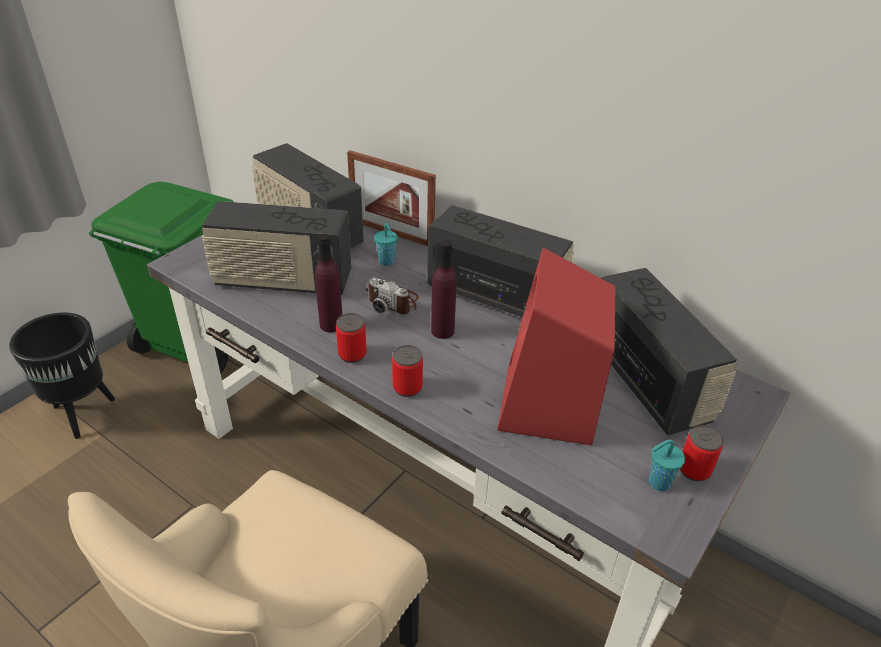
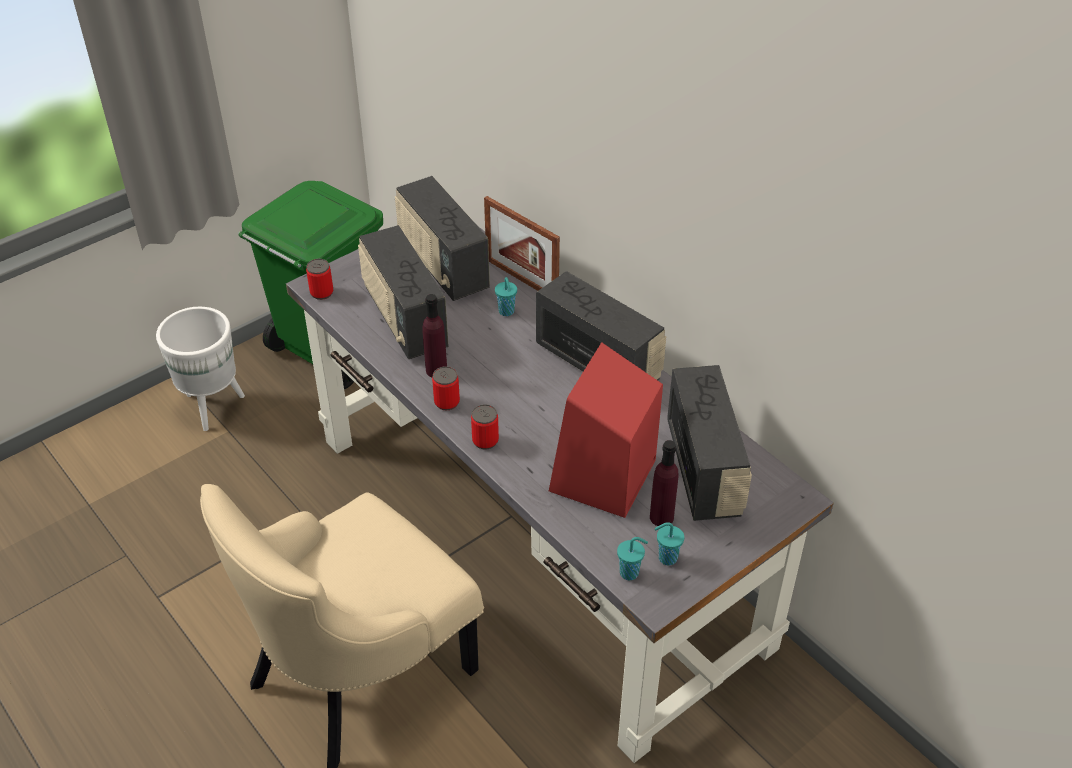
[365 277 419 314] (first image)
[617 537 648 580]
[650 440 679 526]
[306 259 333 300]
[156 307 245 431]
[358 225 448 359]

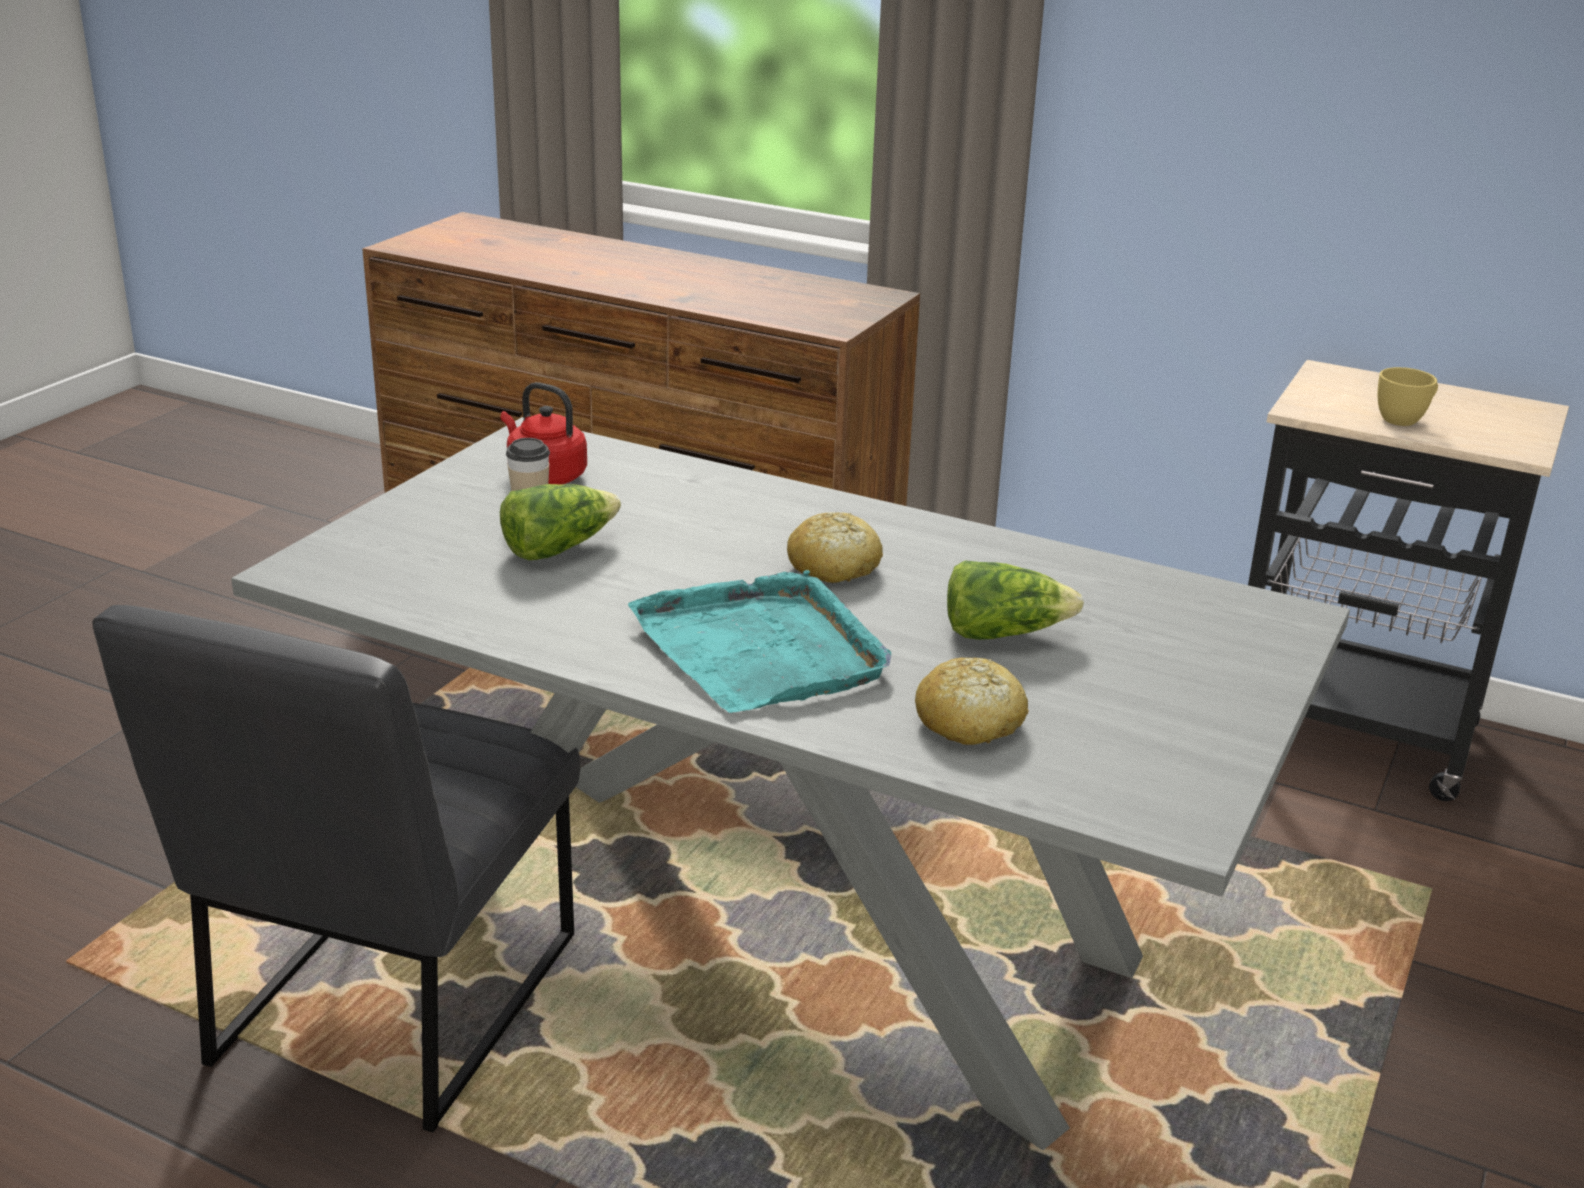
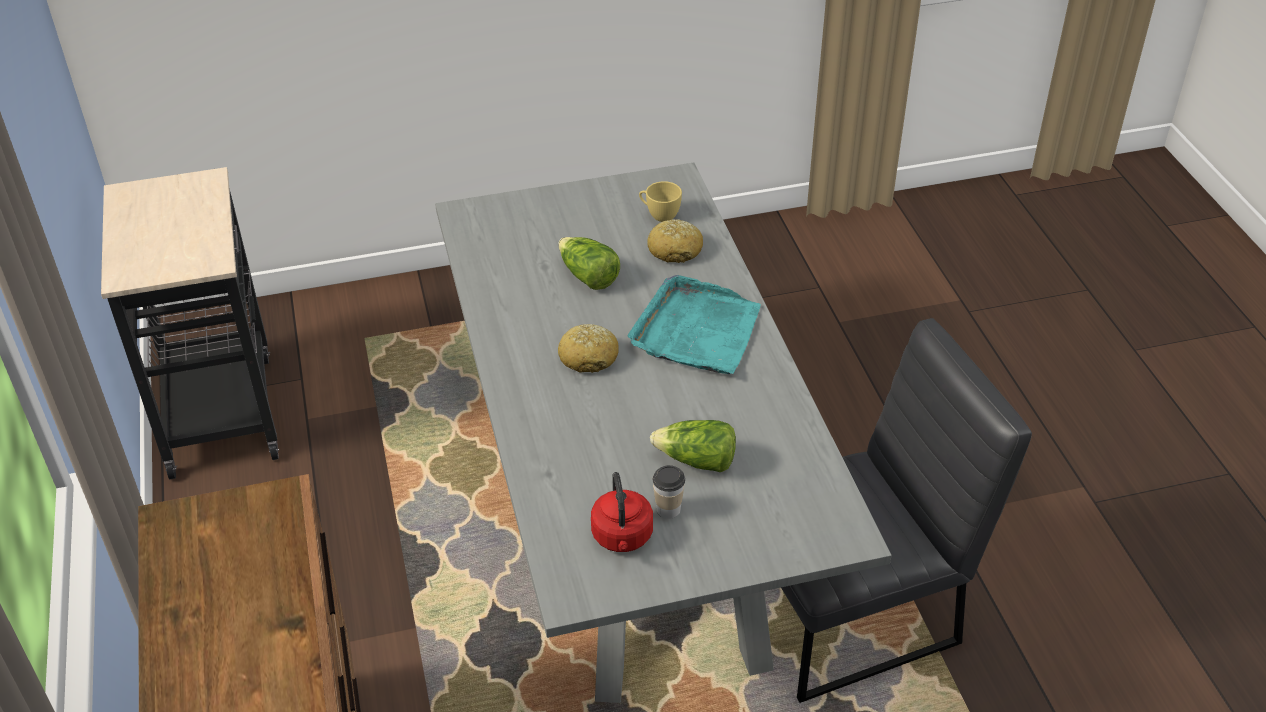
[639 181 682 222]

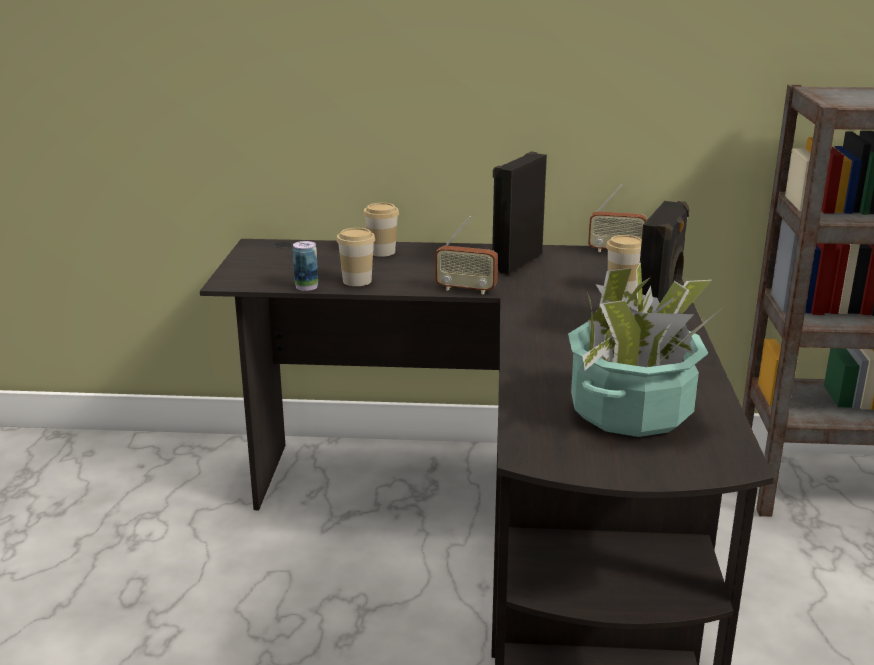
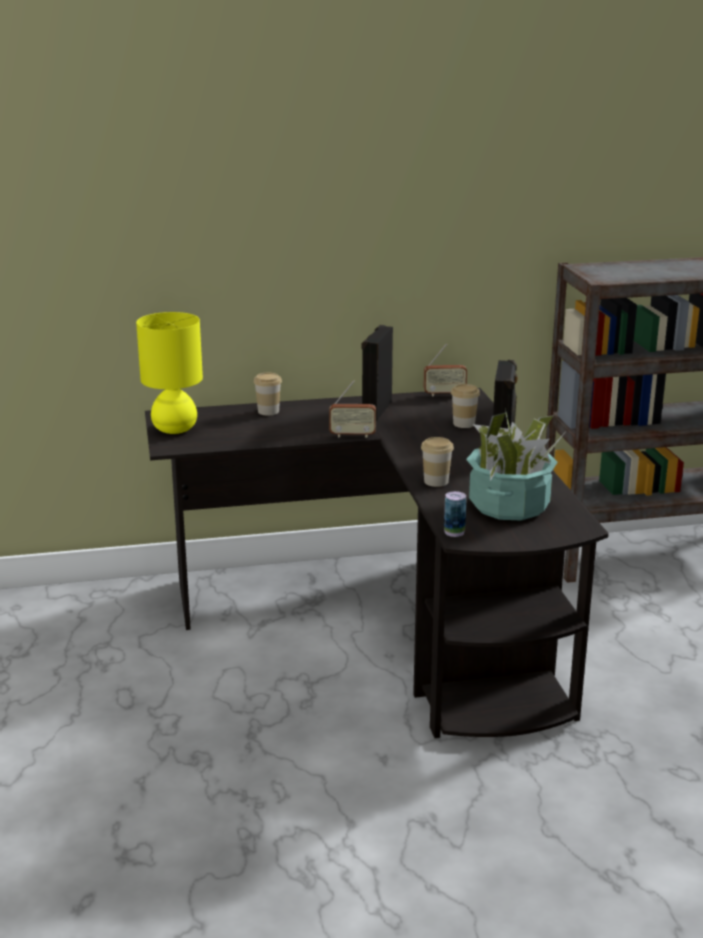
[136 312 203 434]
[444 491 466 537]
[421 437 454 487]

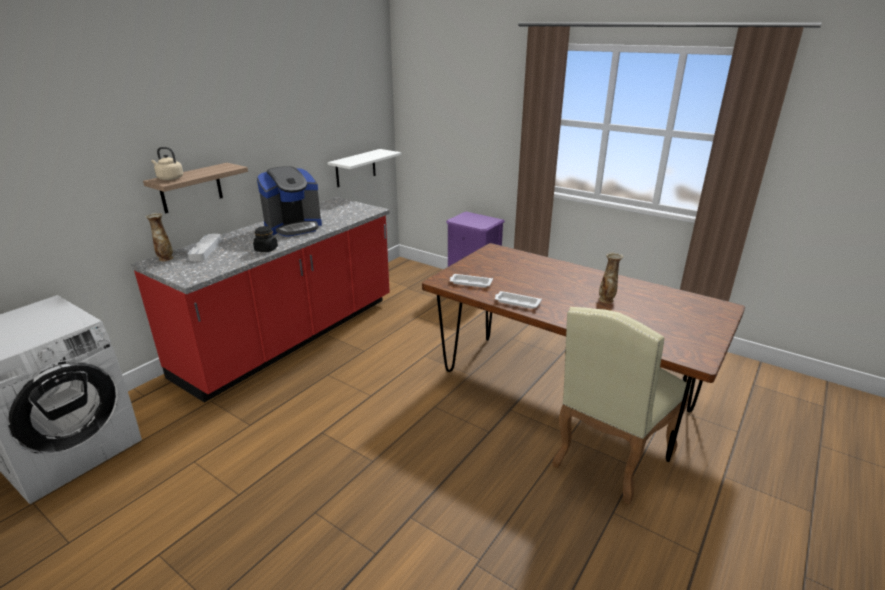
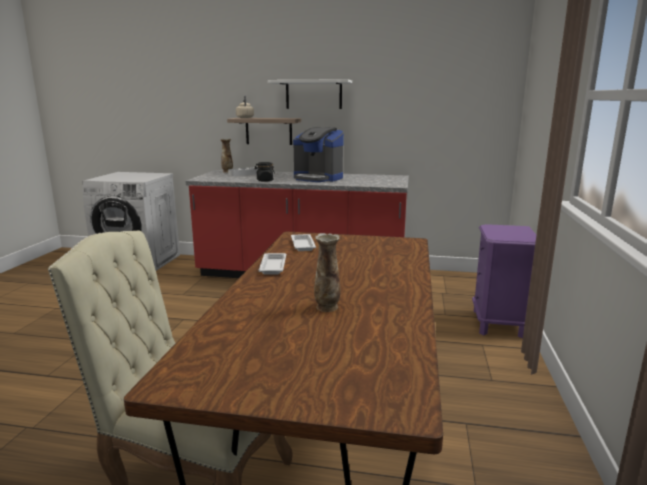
[268 79 352 109]

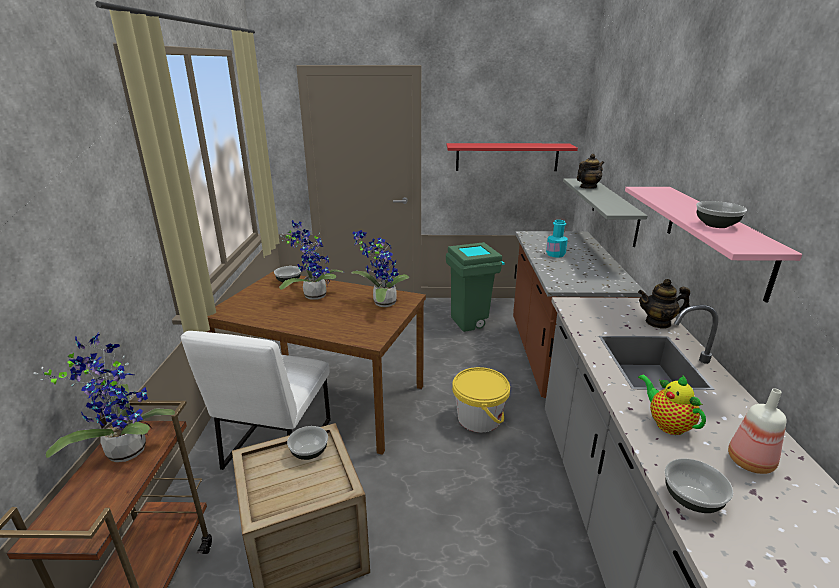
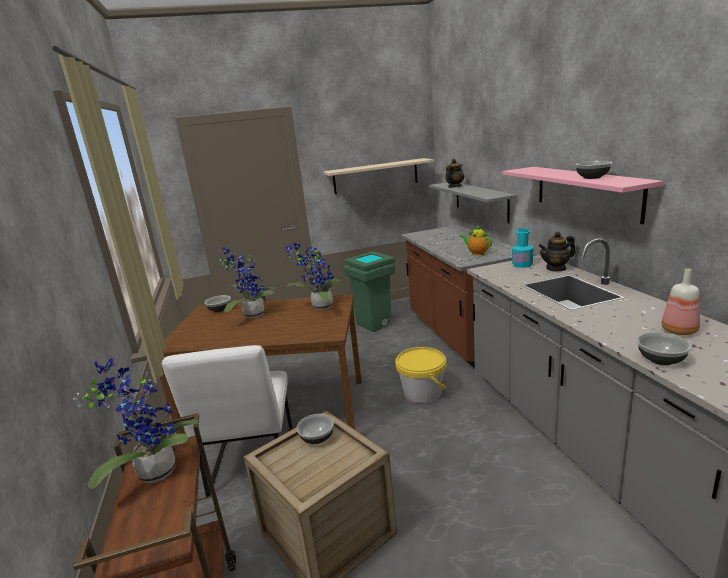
[512 228 533 268]
[459 225 492 255]
[323 158 434 194]

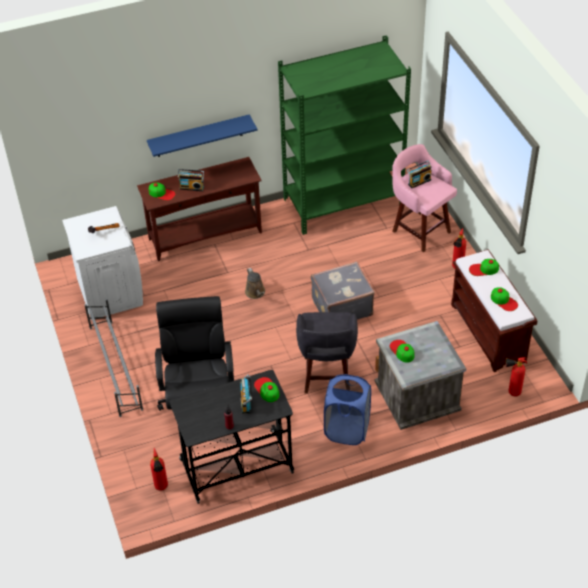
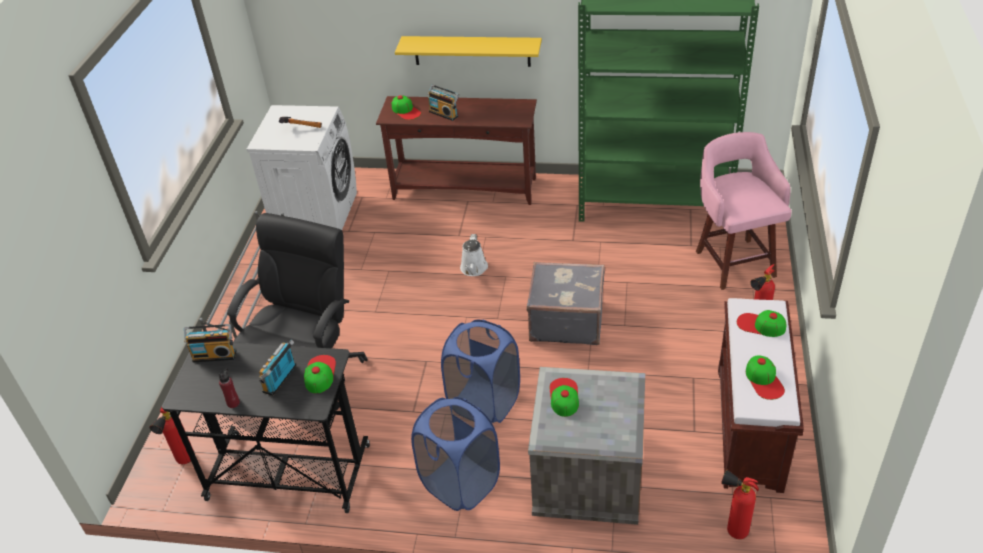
[184 324 236 362]
[441 319 520 423]
[395 36 542 67]
[460 234 488 276]

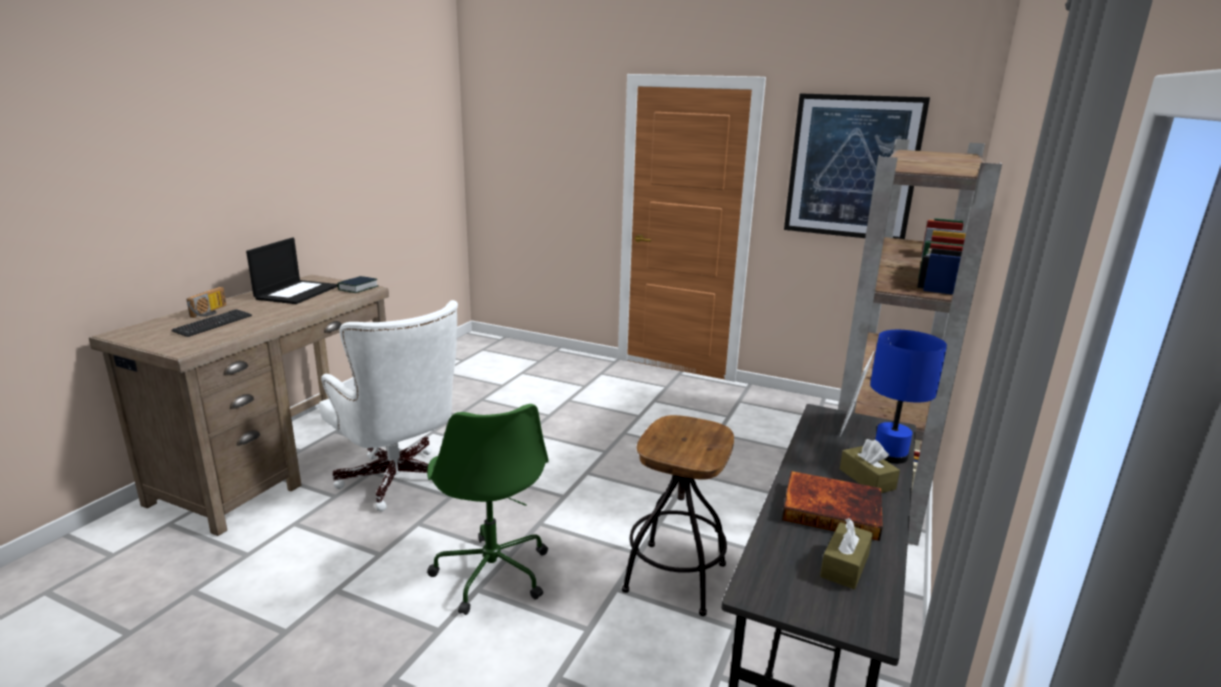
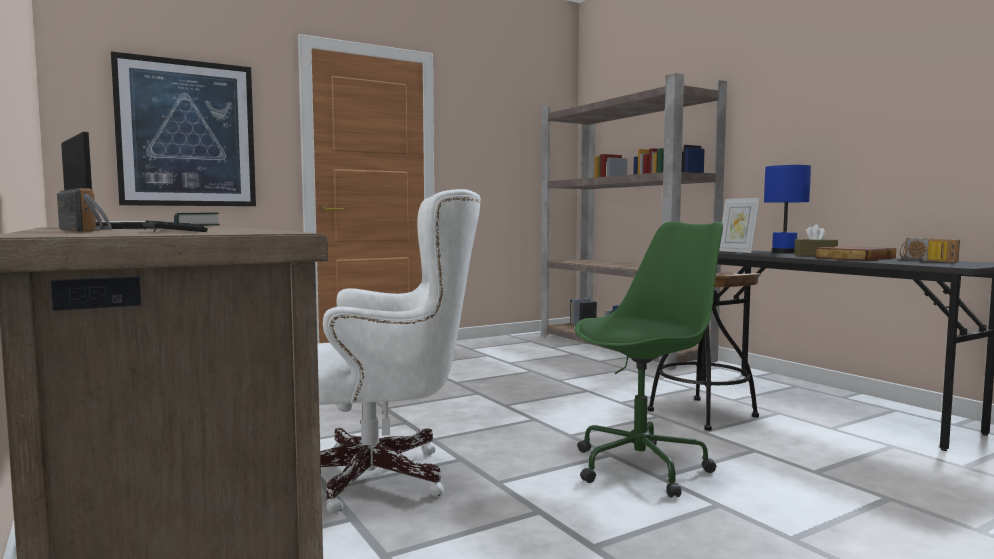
[111 51 256 206]
[900 238 960 263]
[575 221 723 498]

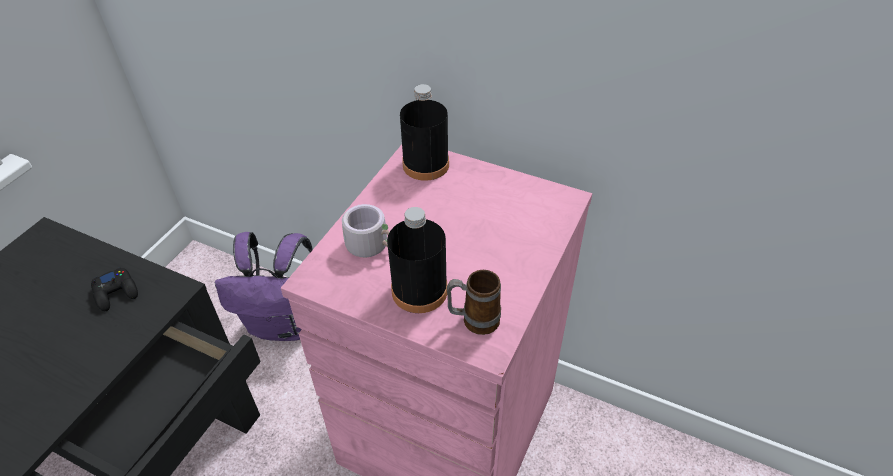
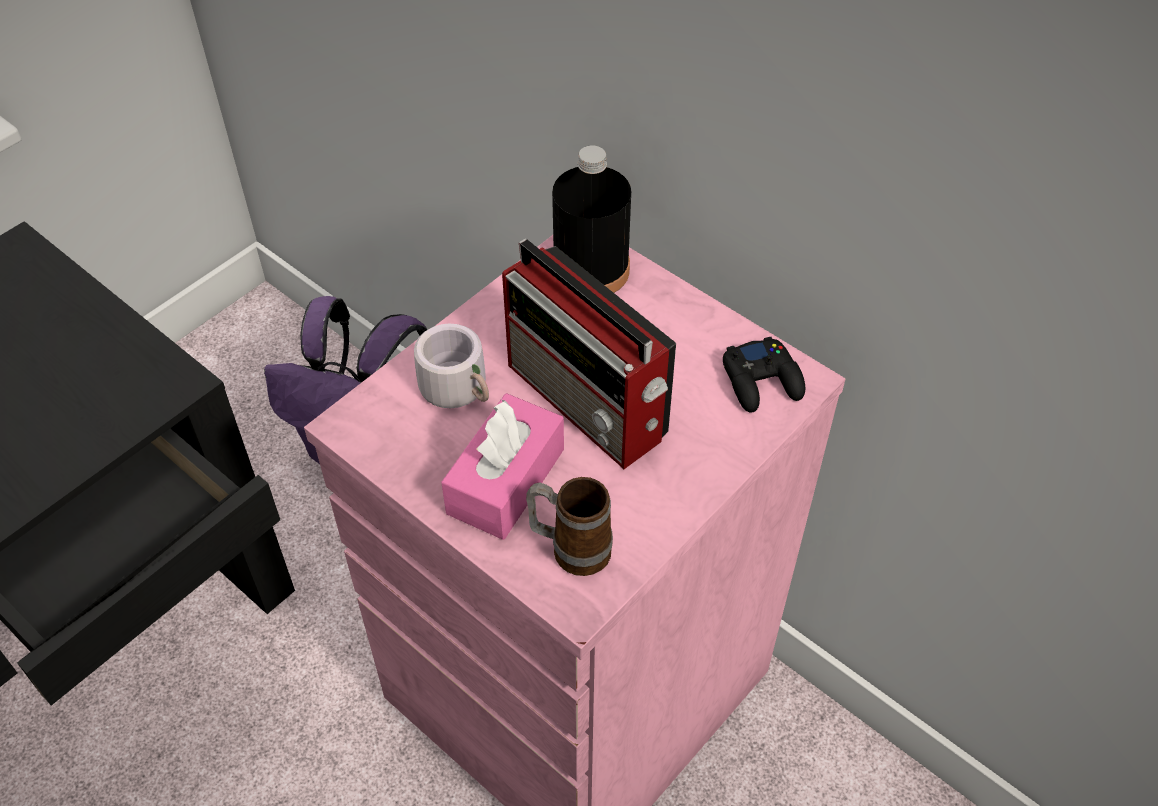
[502 239 676 469]
[723 337 805 413]
[441 393 564 540]

